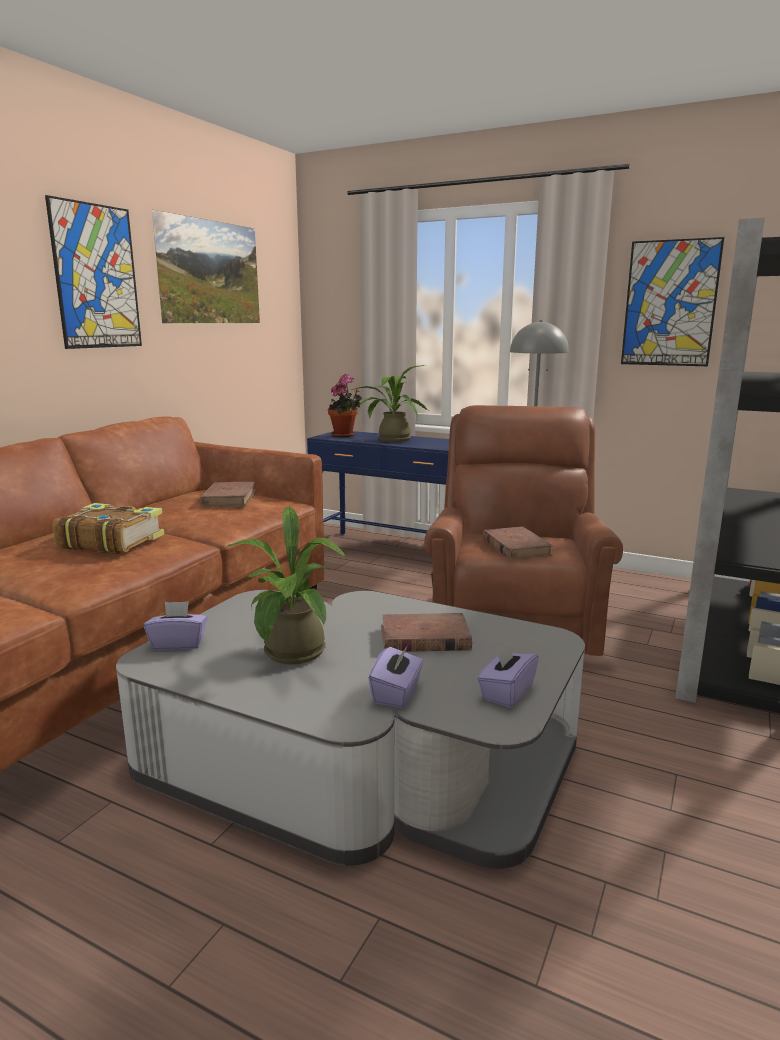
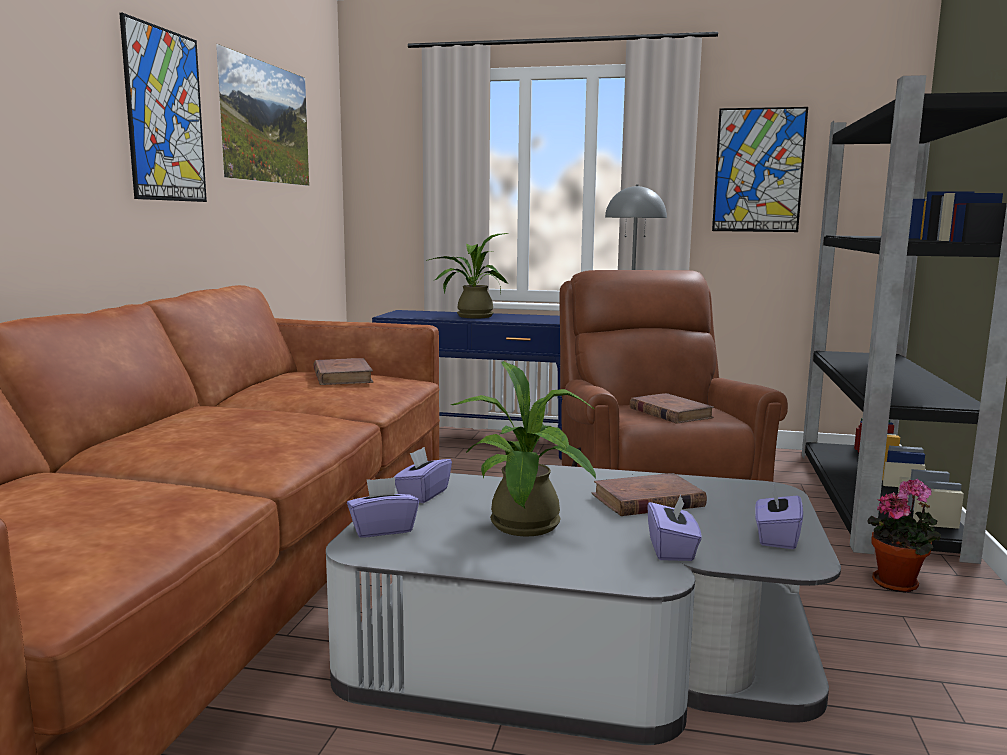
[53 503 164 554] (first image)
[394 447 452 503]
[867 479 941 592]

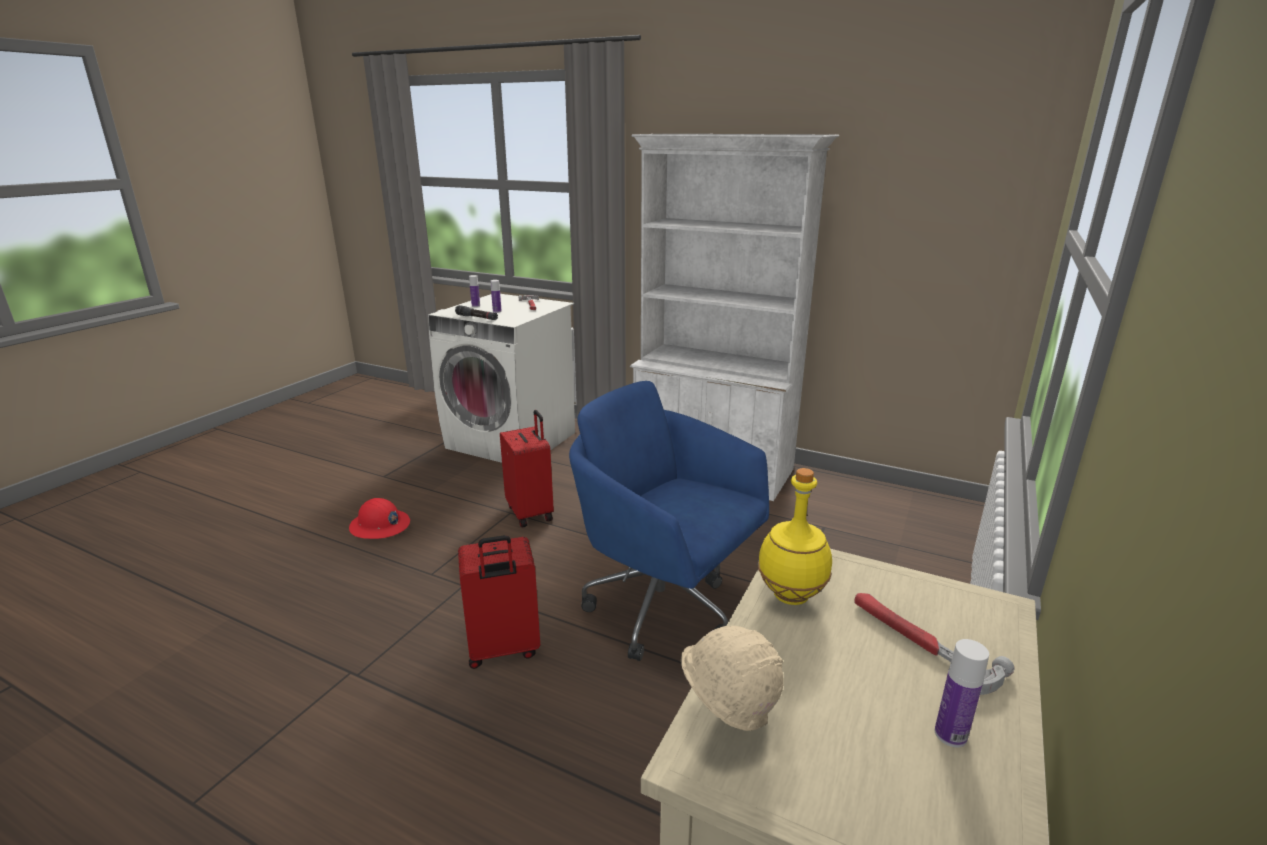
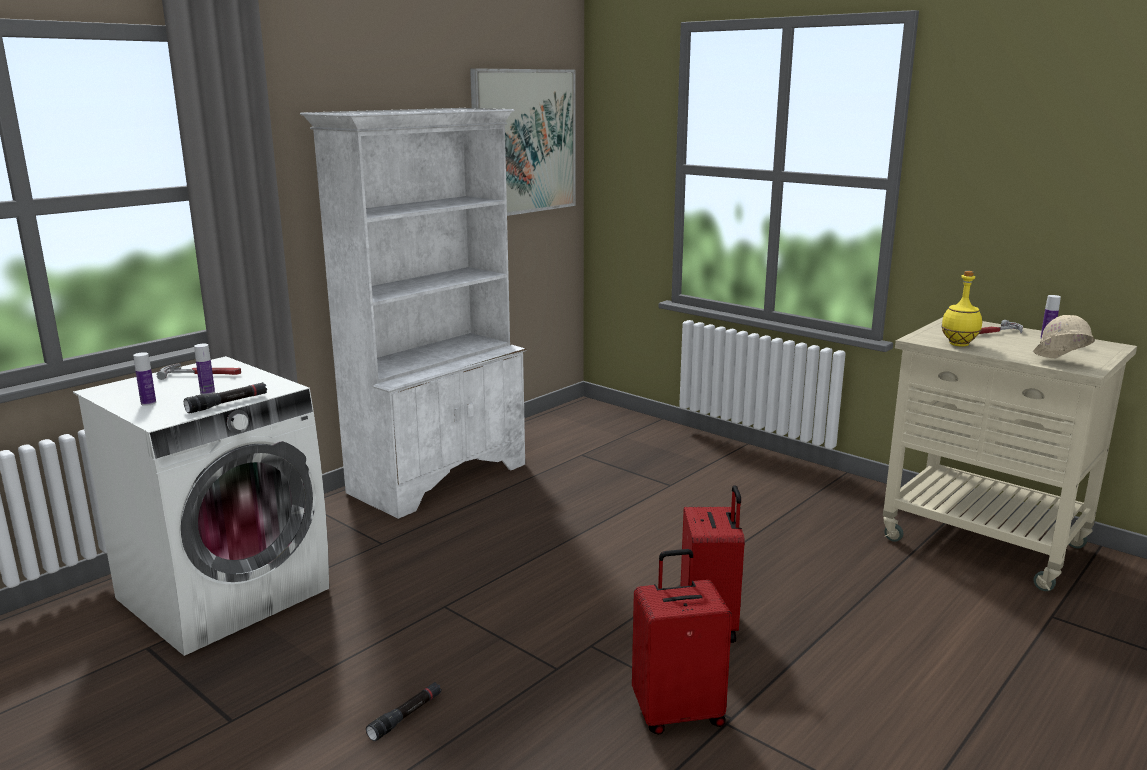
[569 381 769 661] (first image)
[470 68 576 216]
[632 549 732 735]
[366 682 442 741]

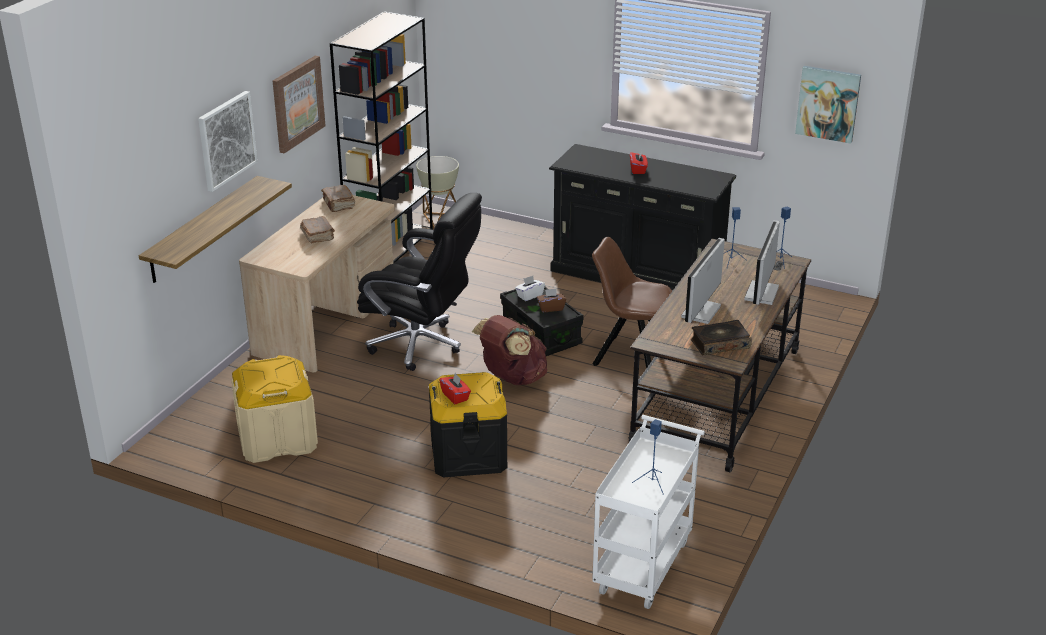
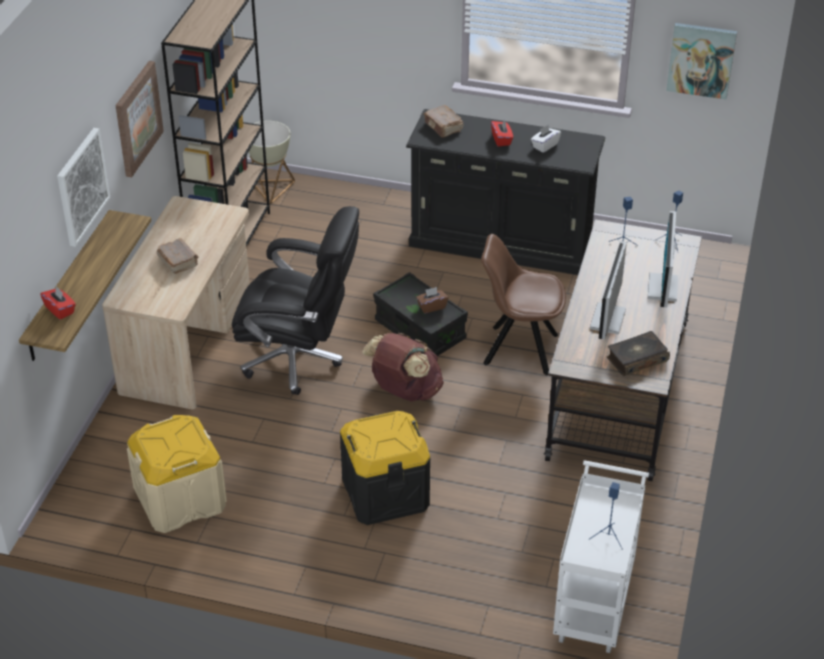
[423 105 463 137]
[40 286 76 320]
[531 124 561 153]

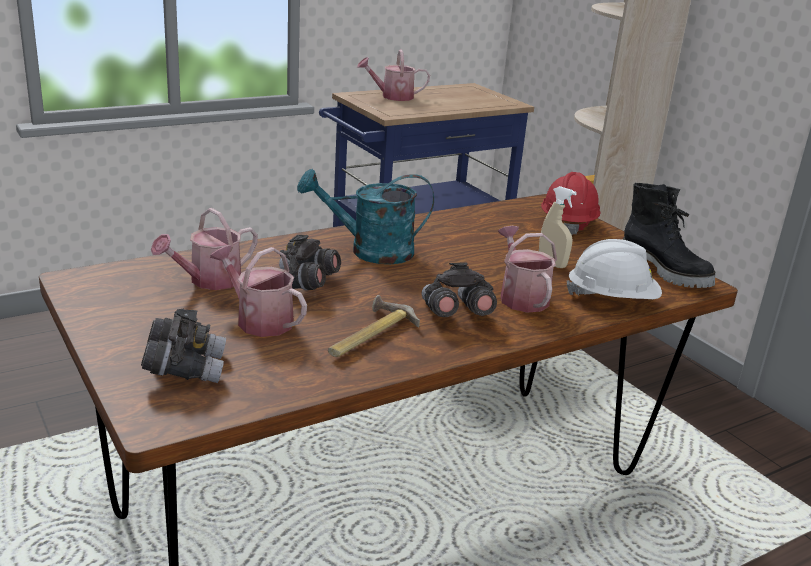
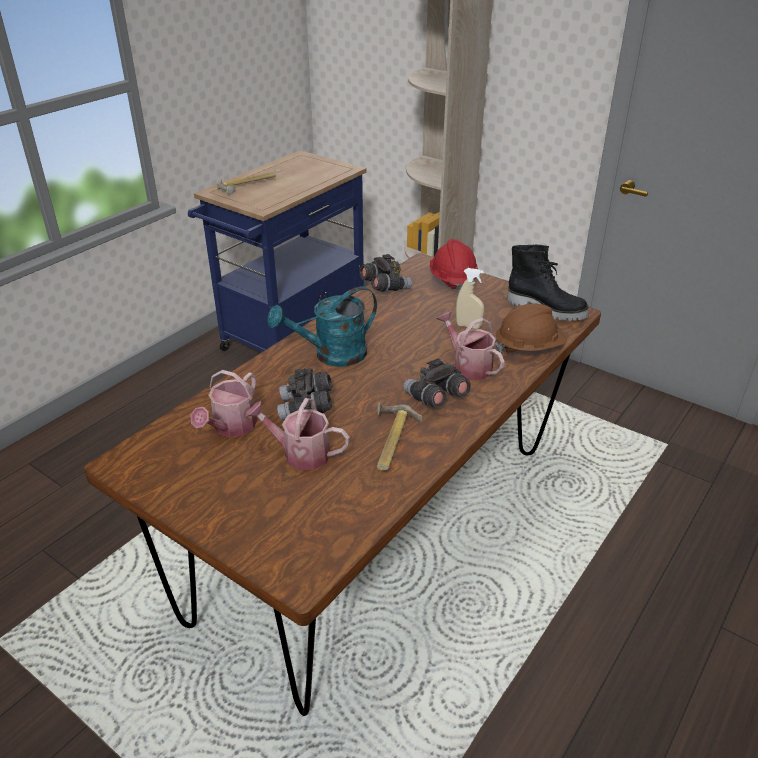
[360 254 412 292]
[217 172 276 195]
[495 304 567 354]

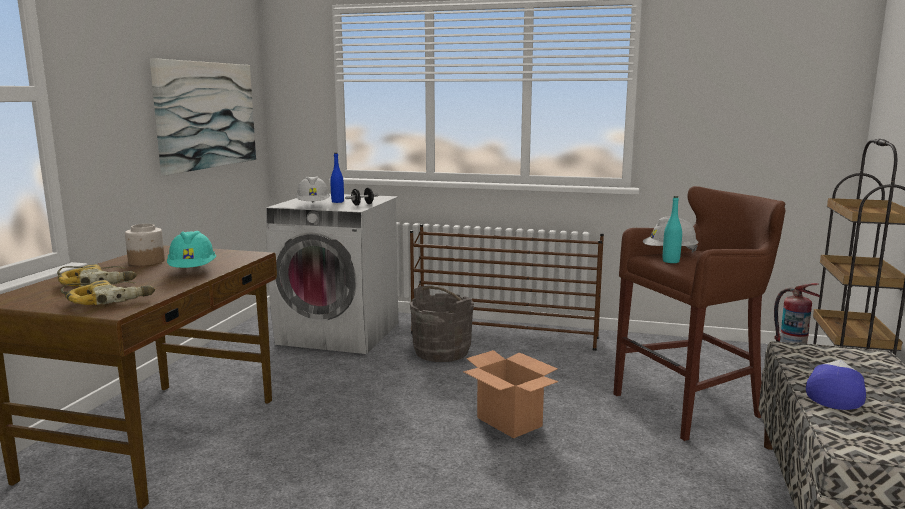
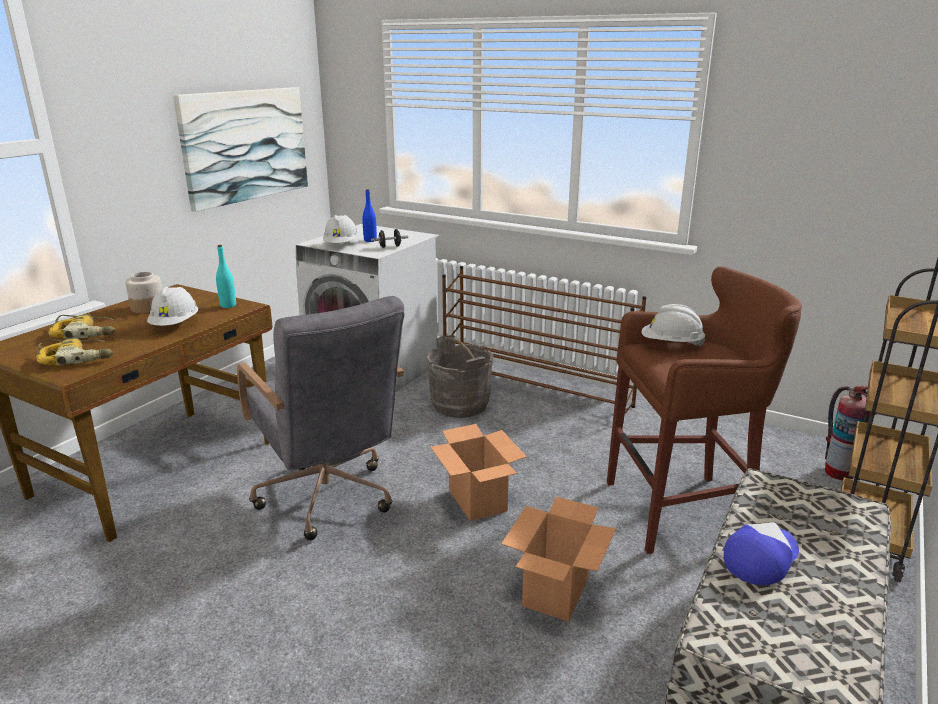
[237 296 404 540]
[501 497 616 622]
[216 245 236 308]
[147 287 198 326]

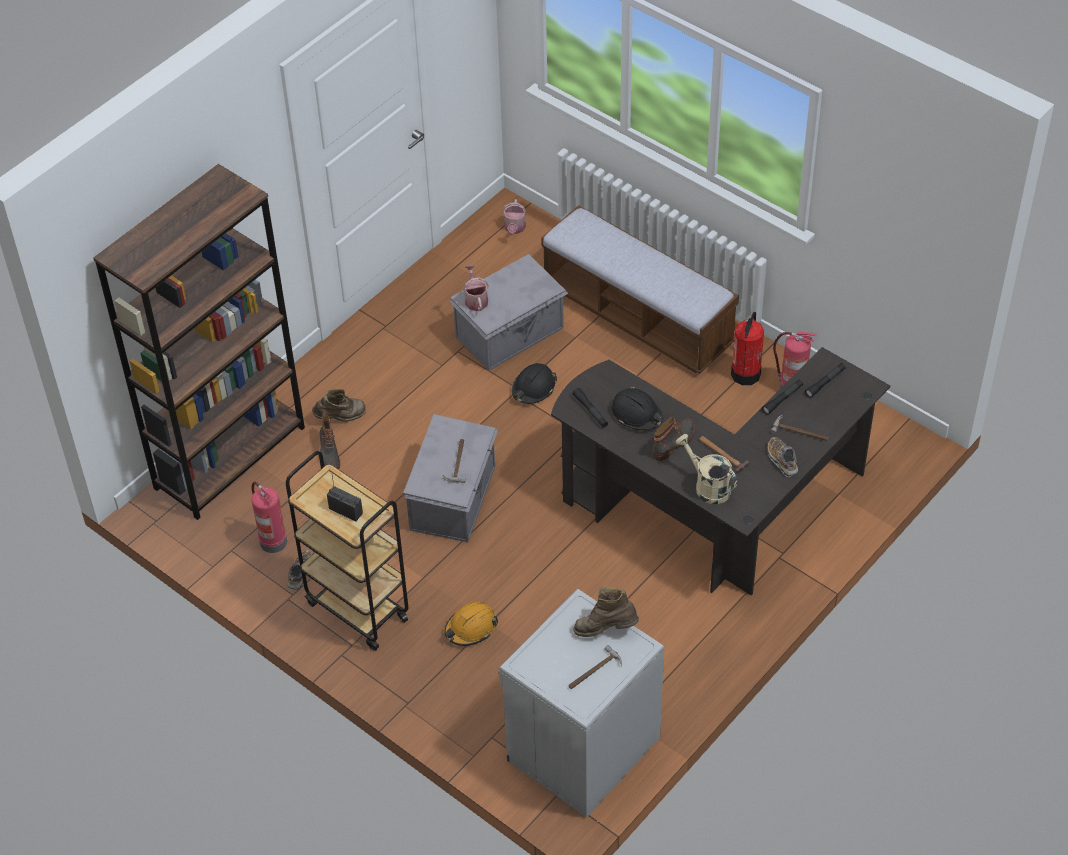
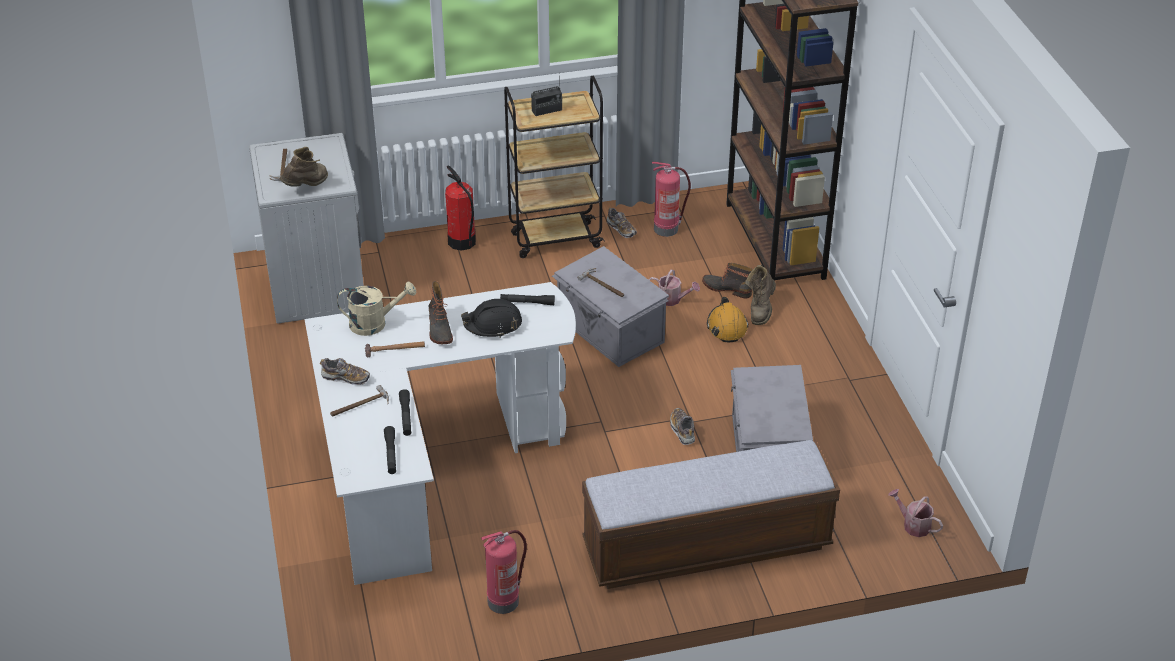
[707 297 749 342]
[649 270 700 306]
[445 165 476 251]
[670 408 695 445]
[305 282 576 585]

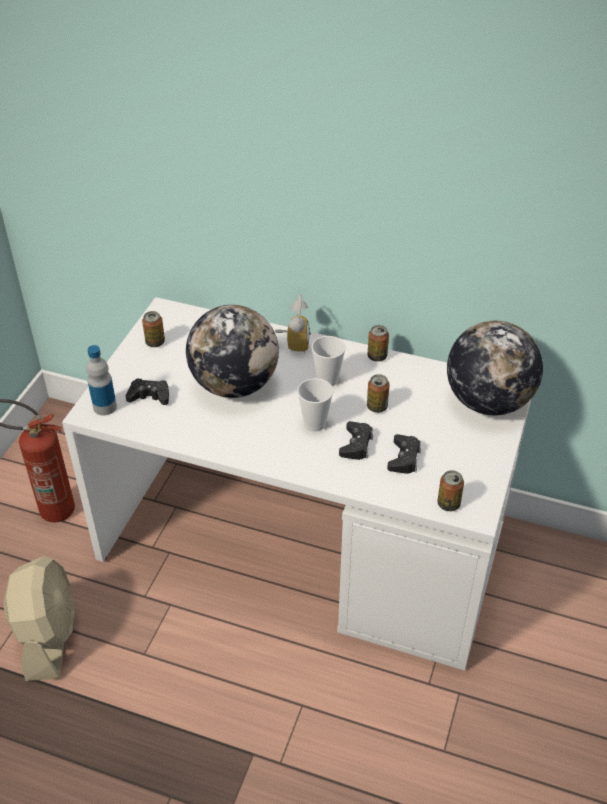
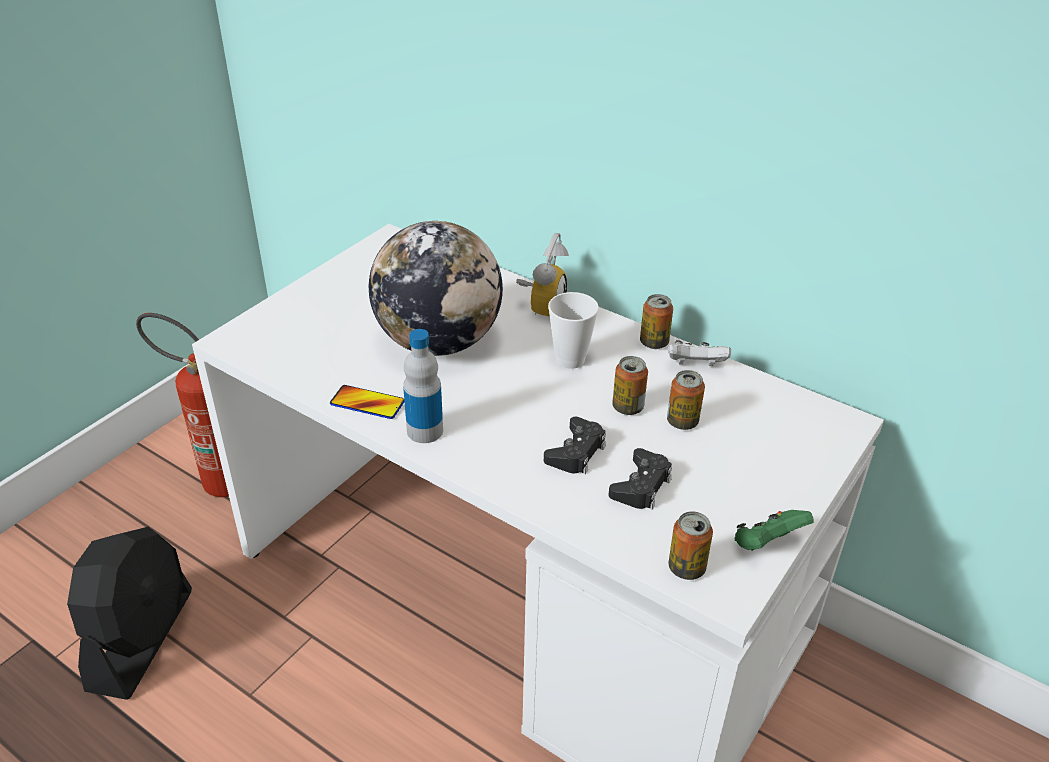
[126 379 169 405] (first image)
[297 378 333 432] (first image)
[447 321 543 415] (first image)
[330 385 404 419]
[668 340 731 366]
[735 510 814 551]
[403 329 443 443]
[667 370 705 430]
[67 527 192 700]

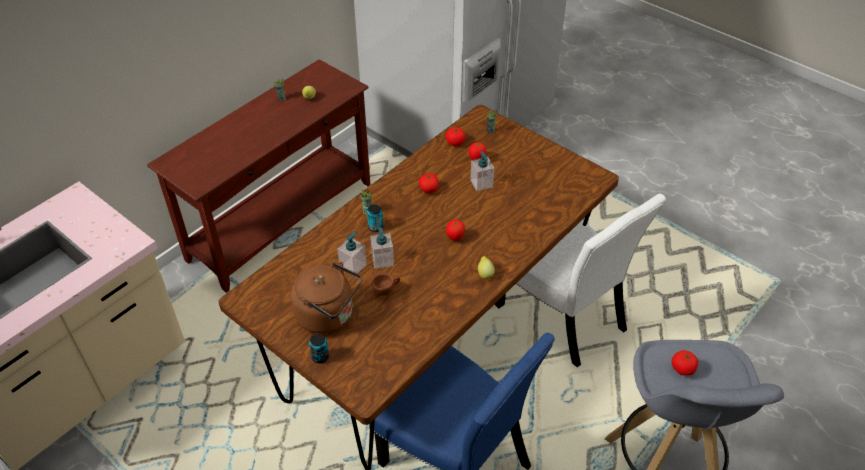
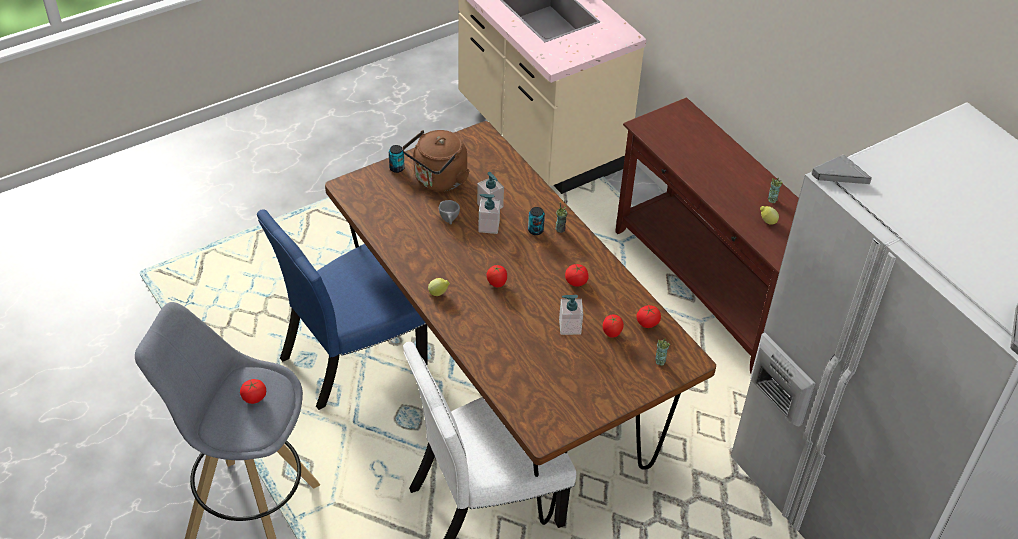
[439 200 460 224]

